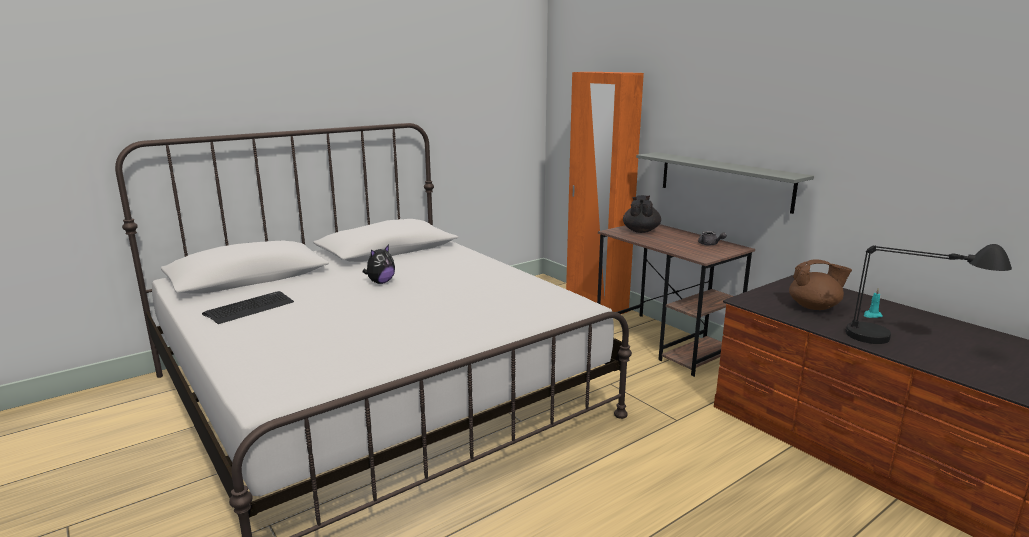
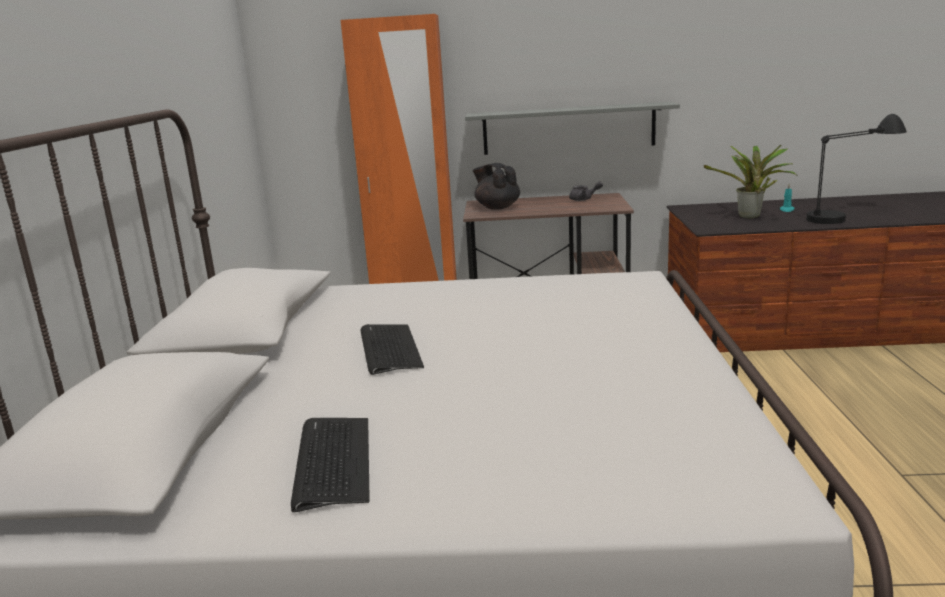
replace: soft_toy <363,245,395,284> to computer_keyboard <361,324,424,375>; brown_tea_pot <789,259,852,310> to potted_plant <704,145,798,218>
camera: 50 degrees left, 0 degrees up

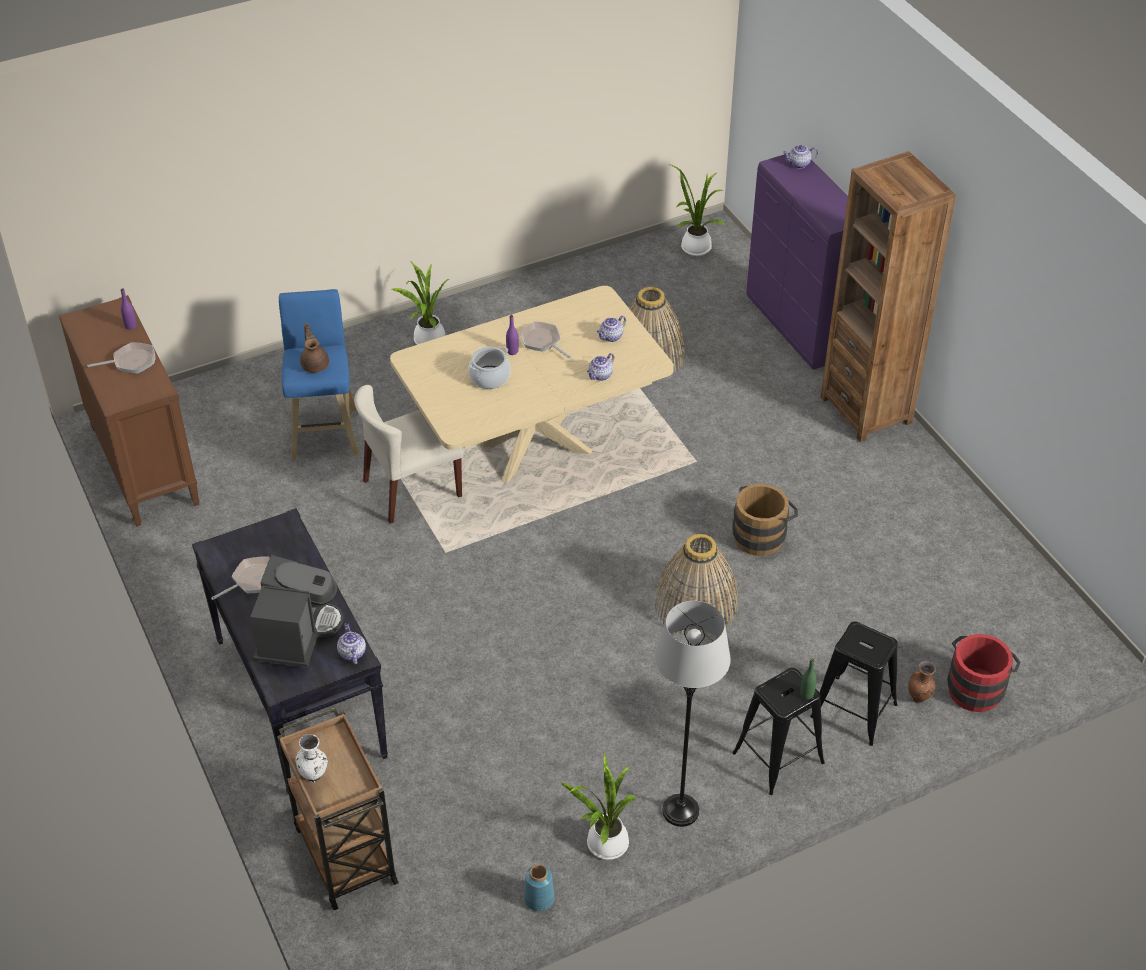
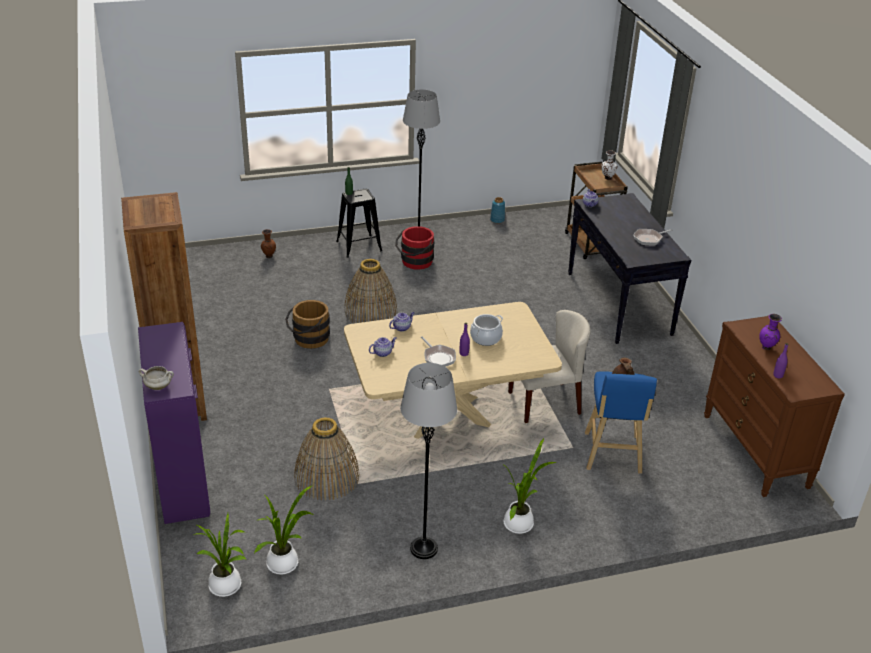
delete: coffee_brewer <250,555,343,668>; blackish_stool <810,622,898,746>
insert: greyish_standing_lamp <400,363,457,559>
move: potted_plant <560,752,635,860> to <254,485,314,575>; red_bucket <947,634,1021,712> to <395,226,434,269>
replace: tea_pot <783,145,818,169> to whitish_stockpot <139,366,174,390>; frying_pan <87,342,155,373> to purple-coloured_vase <759,314,782,350>
camera: 170 degrees left, 10 degrees down

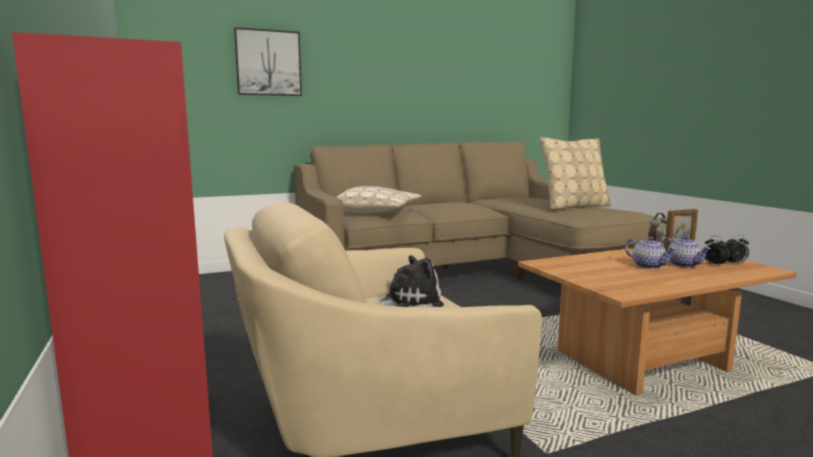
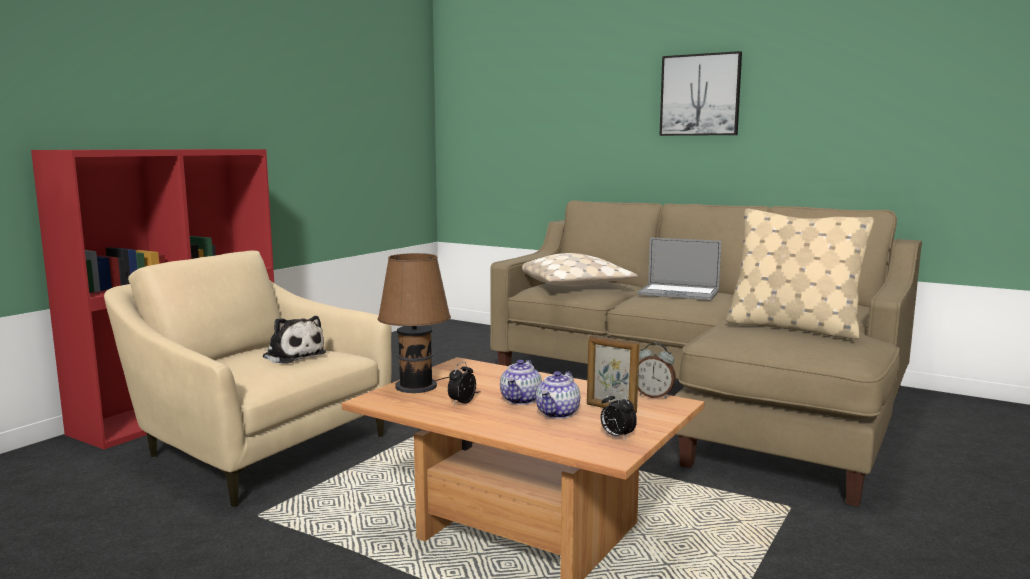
insert: brown_table_lamp <377,253,481,393>; laptop <637,238,721,300>
move: bedside_clock <705,236,730,266> to <448,362,476,406>; picture <234,27,302,96> to <659,51,742,136>
camera: 55 degrees right, 0 degrees up

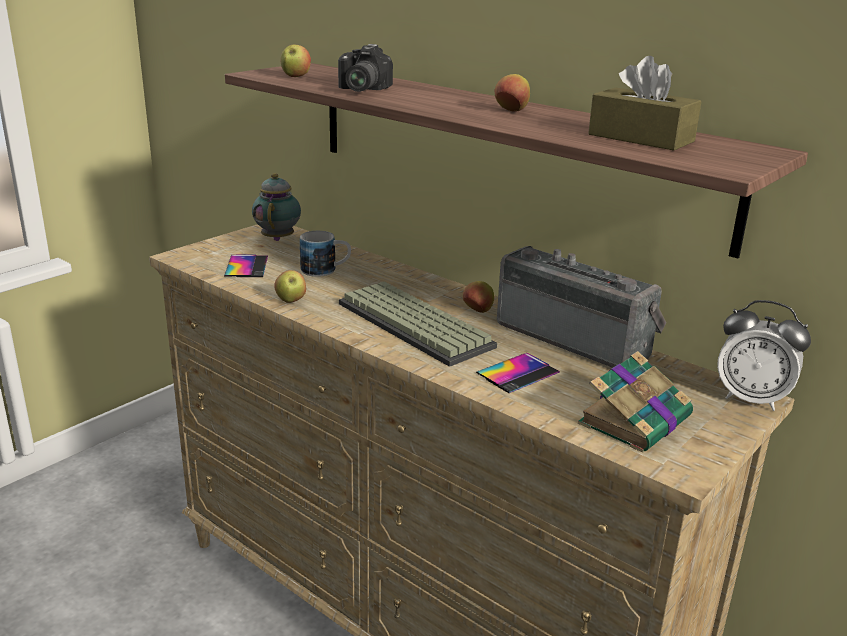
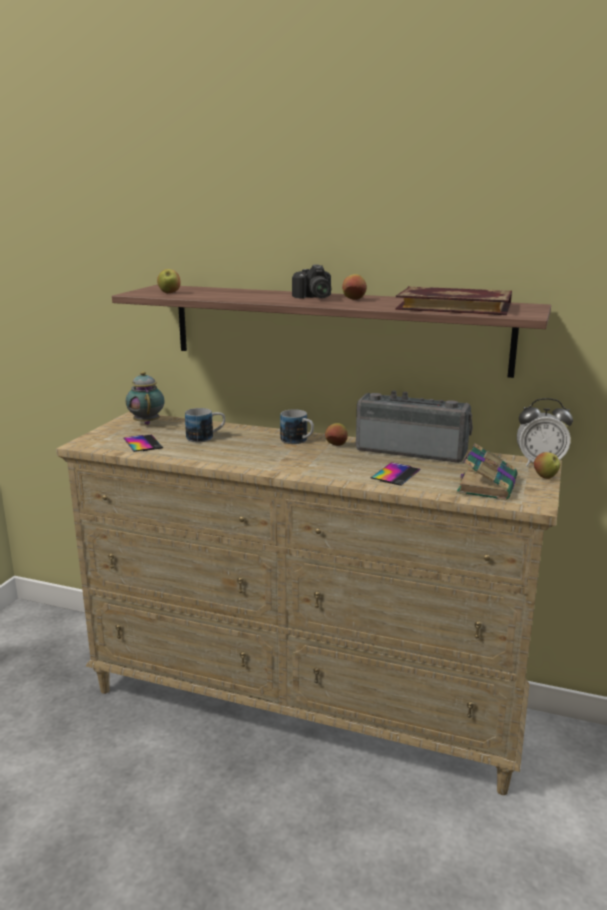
delete: computer_keyboard <339,282,497,367>
insert: mug <280,409,314,444>
move: still_camera <338,44,393,92> to <292,265,331,298>; apple_fruit <274,270,306,303> to <534,452,560,479>
replace: brown_tissue_box <588,56,702,151> to volume <395,286,512,315>
camera: 20 degrees left, 5 degrees down

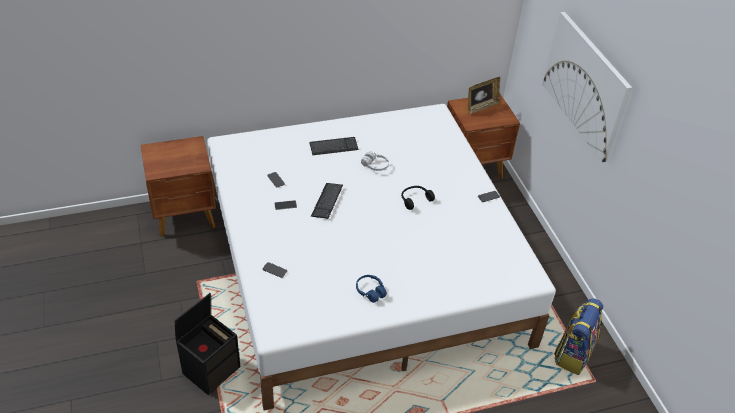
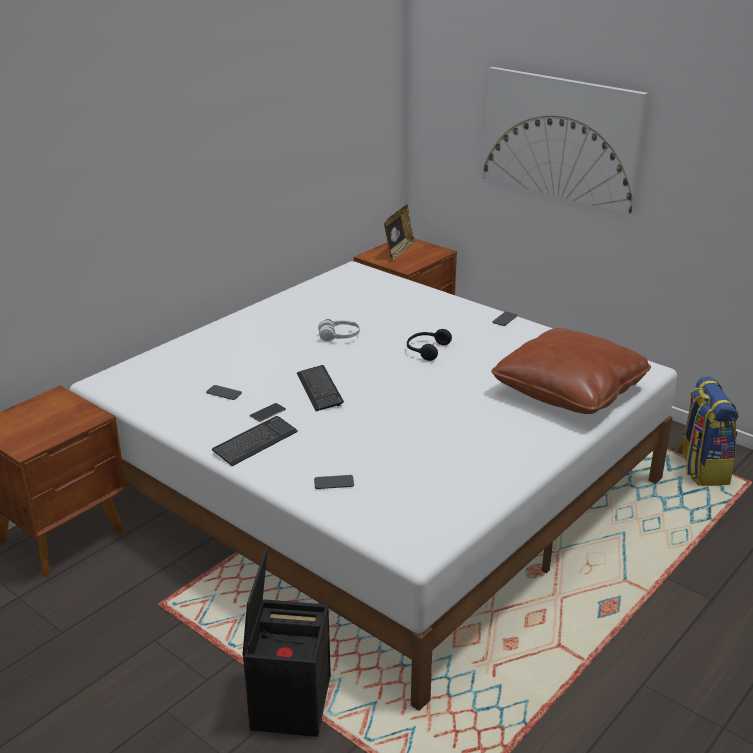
delete: bluish_headset <356,275,387,303>
insert: brown_cushion <491,328,651,414>
move: computer_keyboard <309,137,359,155> to <212,416,298,466>
camera: 30 degrees left, 15 degrees down

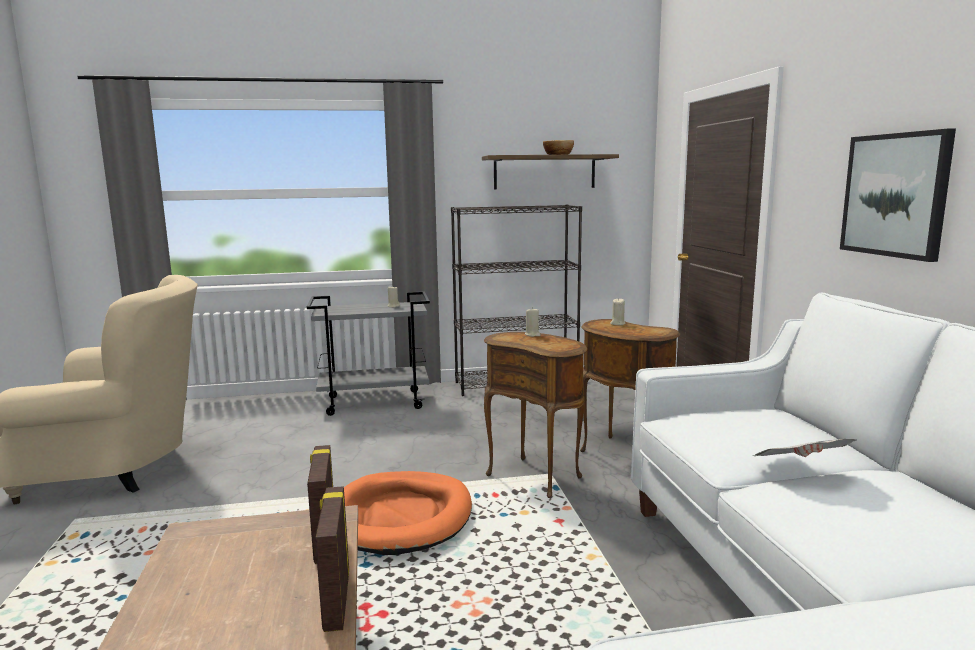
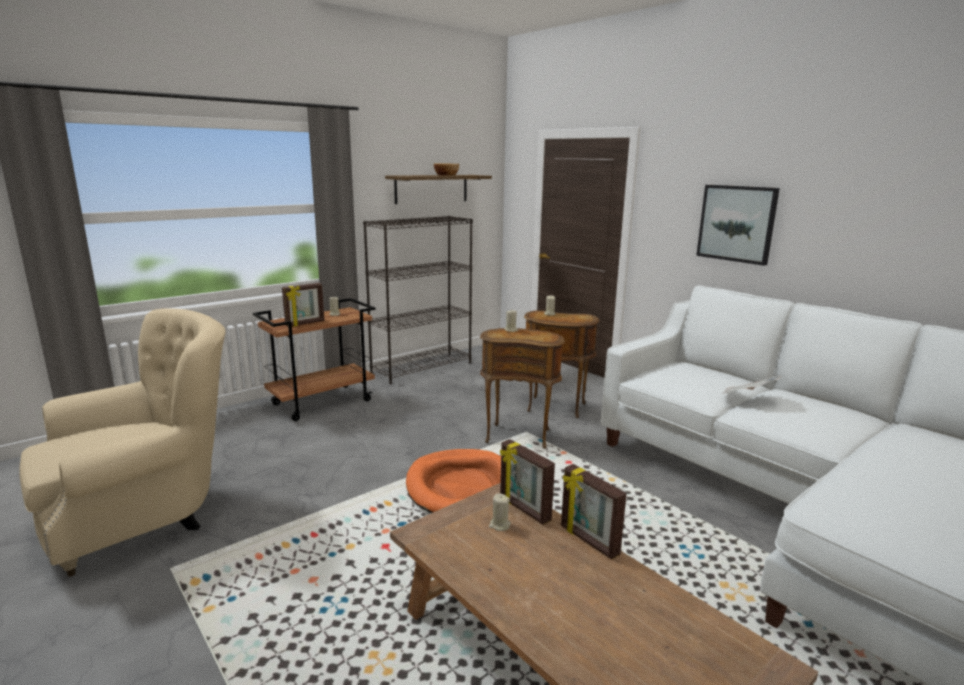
insert: standing_frame <282,283,324,327>; beige_candle <489,493,511,531>
recolor: greyish_wheeled_cart <307,291,430,416> to brown_wheeled_cart <253,298,376,421>
camera: 30 degrees left, 5 degrees up

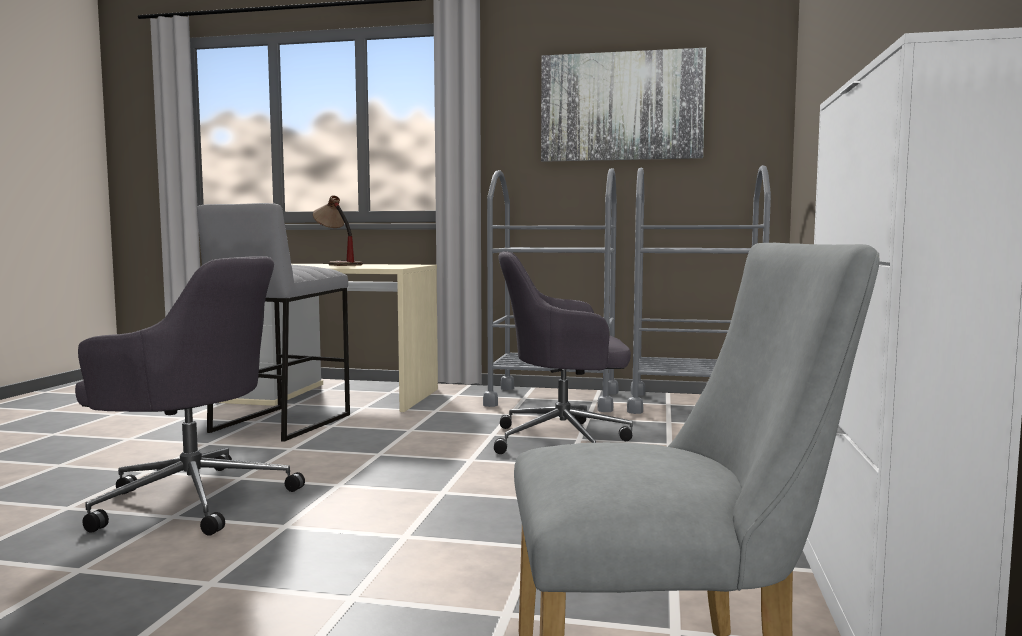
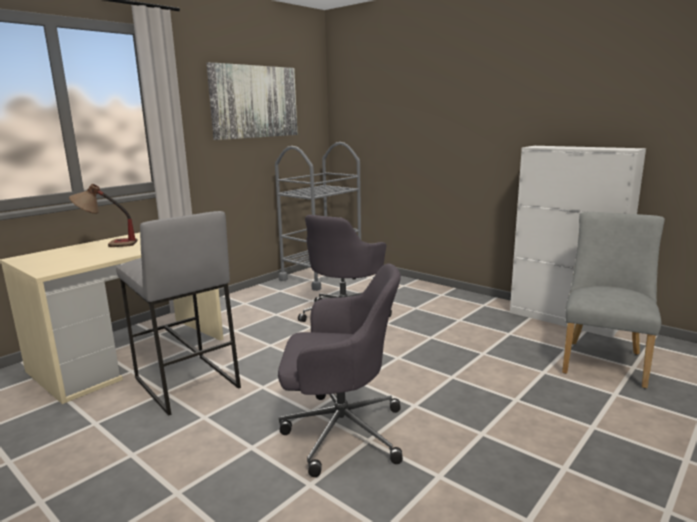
delete: greyish_wheeled_cart <483,168,618,412>
rotate: greyish_computer_chair <75,256,305,536> = <278,263,403,477> 45 degrees clockwise
camera: 60 degrees left, 10 degrees up

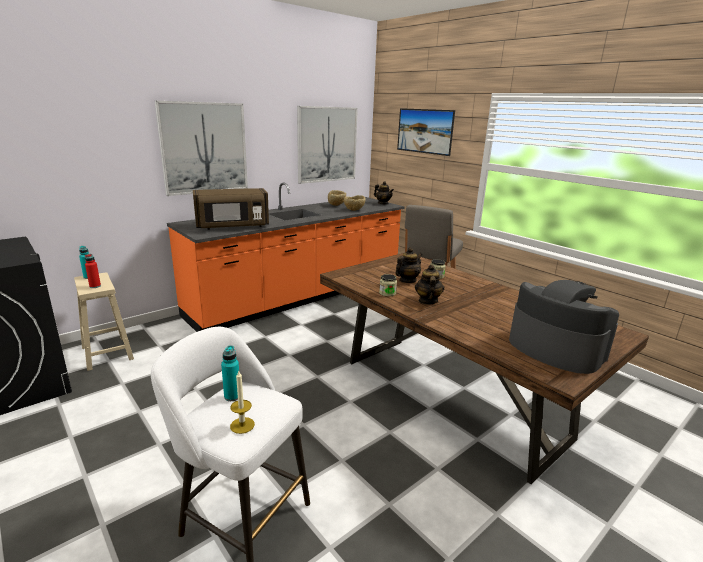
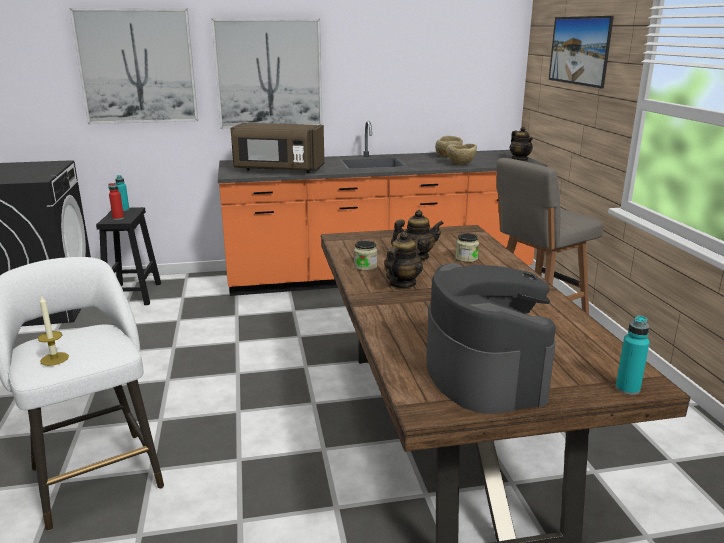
move: picture <297,106,358,184> to <69,8,198,124>; turquoise_drink_bottle <221,345,239,401> to <616,315,650,395>
recolor: beige_stool <74,272,134,371> to blackish_stool <96,207,161,305>
camera: 30 degrees right, 0 degrees up

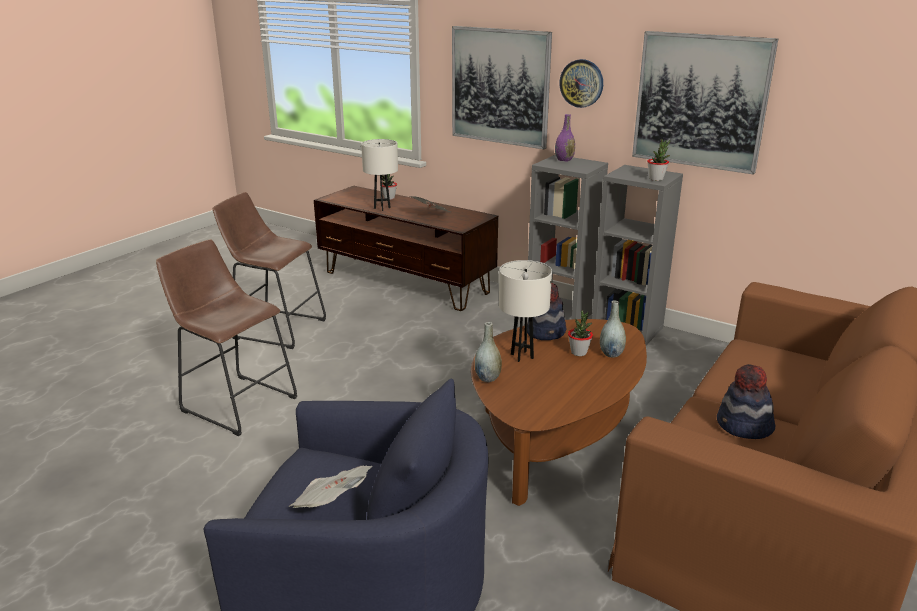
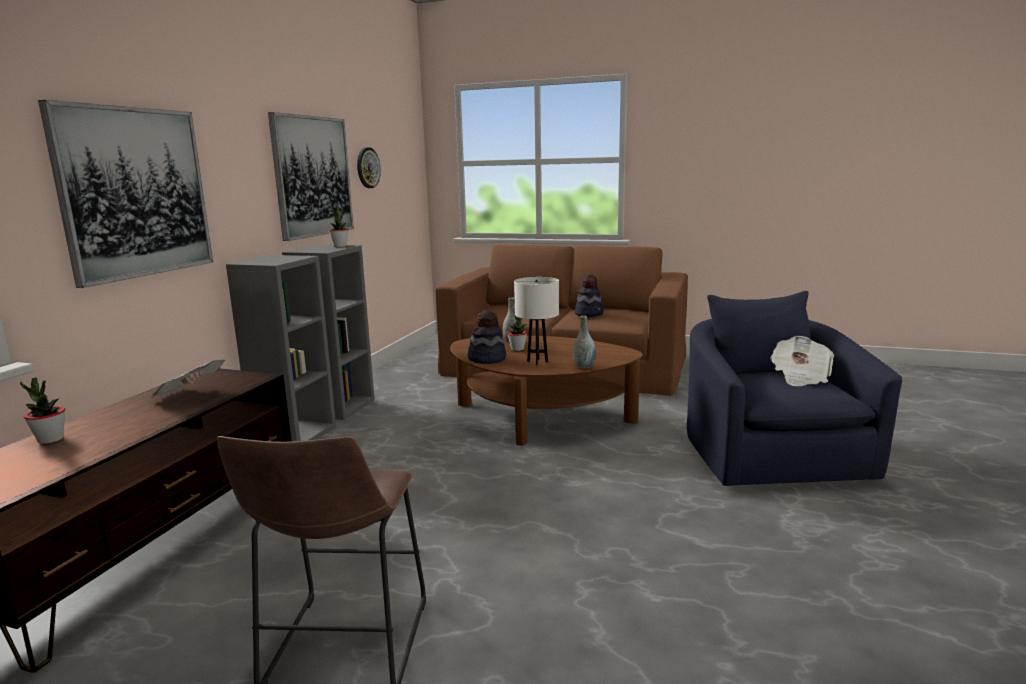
delete: brown_stool <156,239,297,436>; whitish_table_lamp <361,139,398,211>; purple-coloured_vase <555,114,575,162>
move: clock_on_the_wall <559,59,603,108> to <357,147,381,188>
camera: 105 degrees left, 10 degrees down

